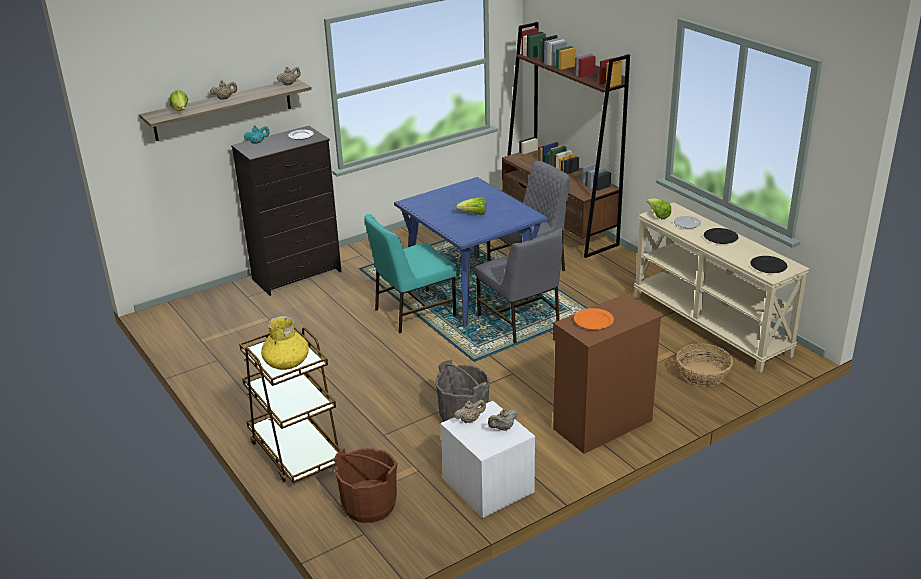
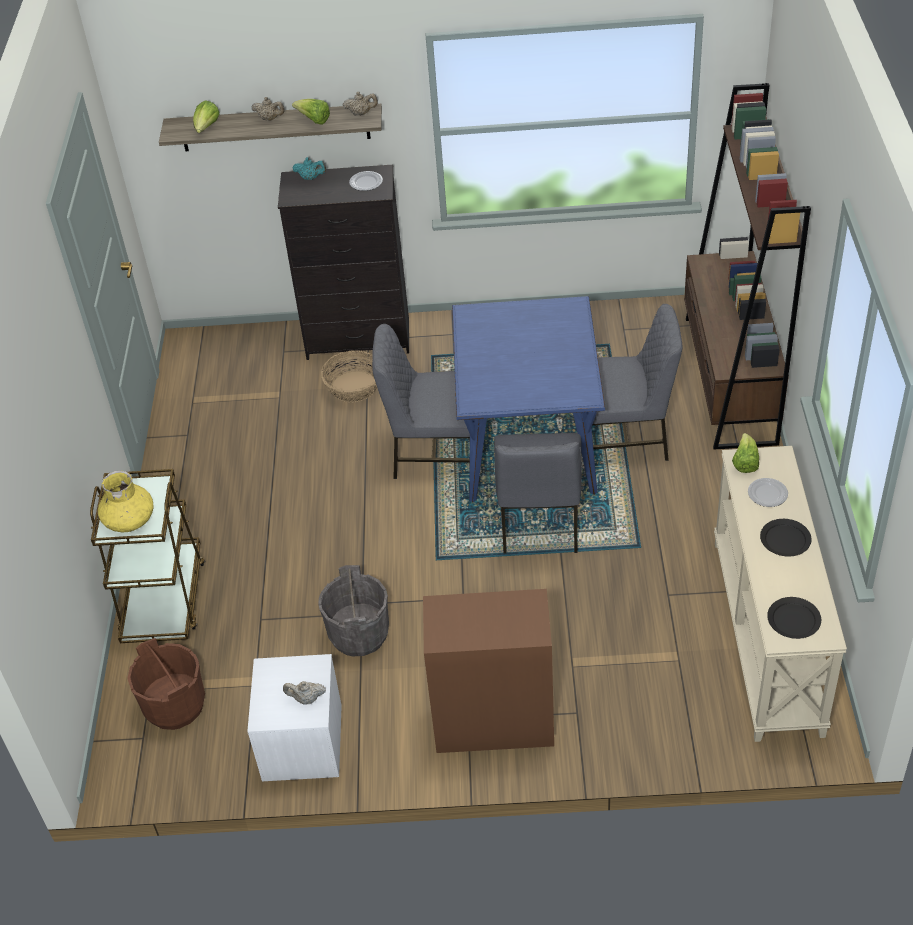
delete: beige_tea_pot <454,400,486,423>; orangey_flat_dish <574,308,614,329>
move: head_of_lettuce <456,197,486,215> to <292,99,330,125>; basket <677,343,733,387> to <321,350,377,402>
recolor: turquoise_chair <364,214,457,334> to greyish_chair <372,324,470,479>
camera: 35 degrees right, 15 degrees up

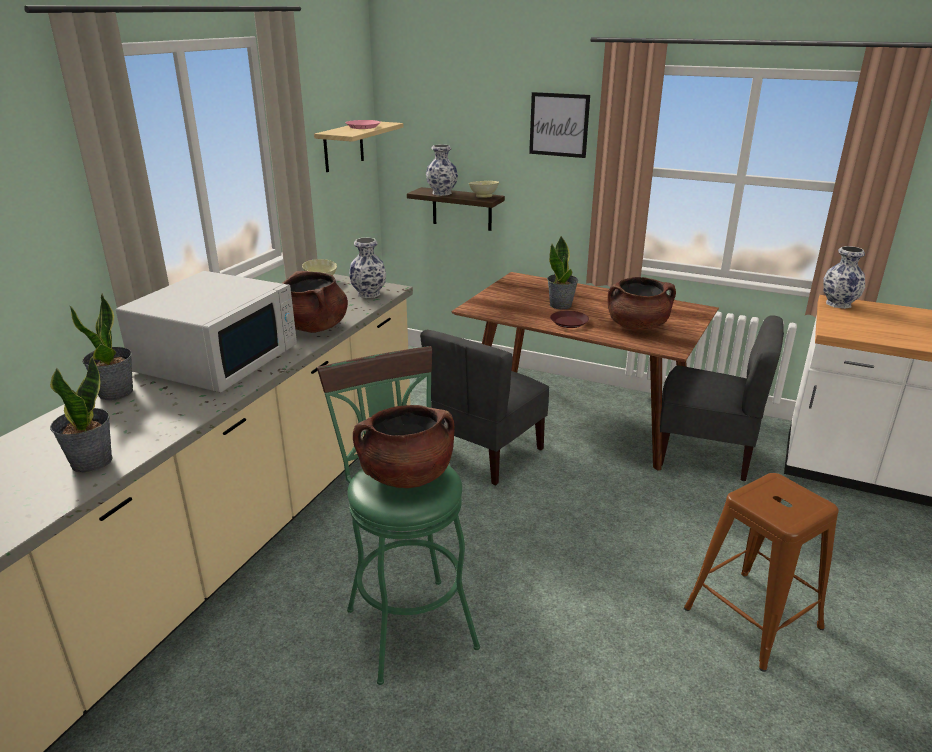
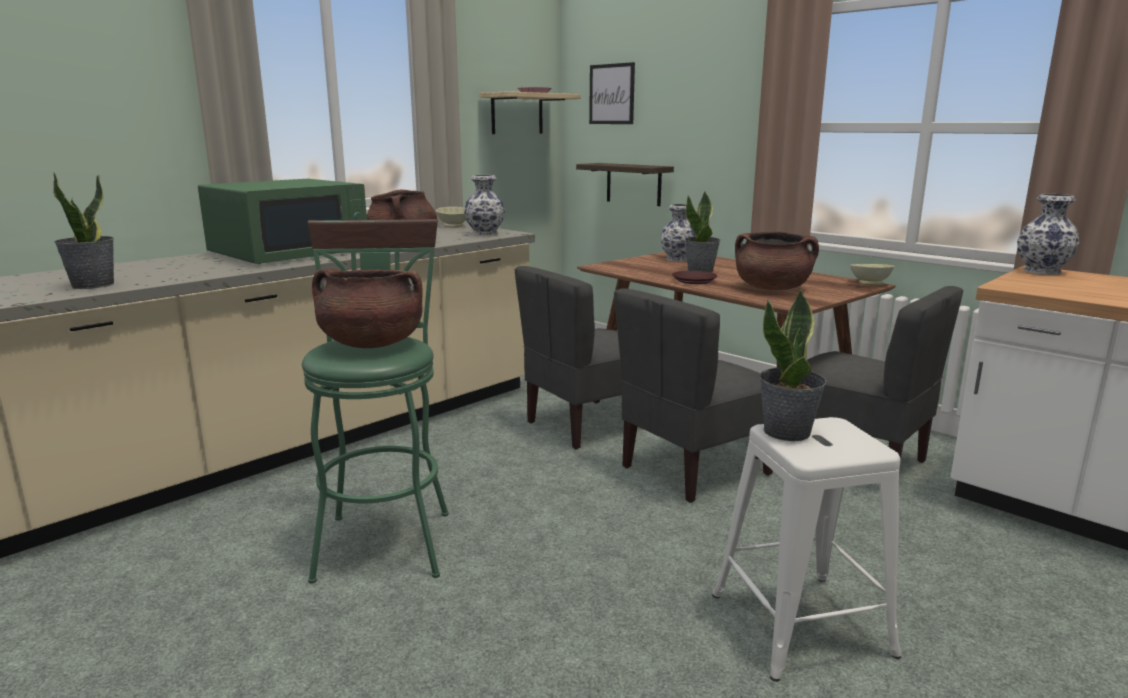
insert: greyish_chair <614,288,773,503>
move: picture <529,92,590,158> to <589,62,635,124>; vase <426,144,458,196> to <661,204,696,261>; potted_plant <70,294,133,400> to <759,290,827,441>; beige_bowl <469,181,499,198> to <850,264,895,285>
recolor: whitish_microwave_oven <116,271,297,392> to green-coloured_microwave_oven <198,179,367,264>; brown_stool <684,473,839,672> to whitish_stool <712,417,901,682>
camera: 20 degrees right, 10 degrees down

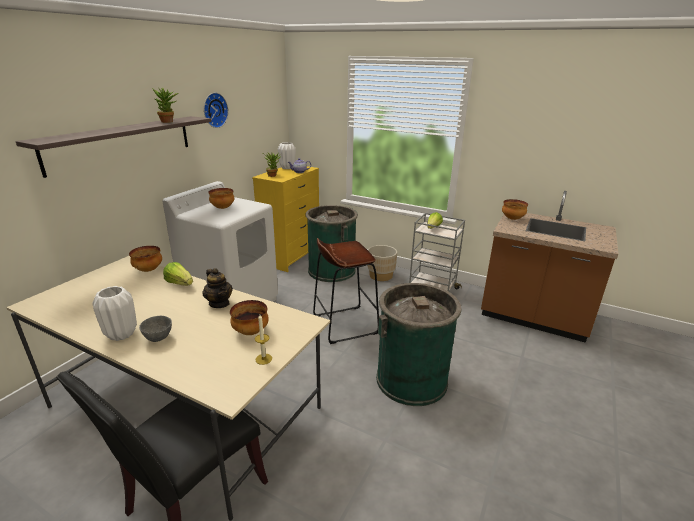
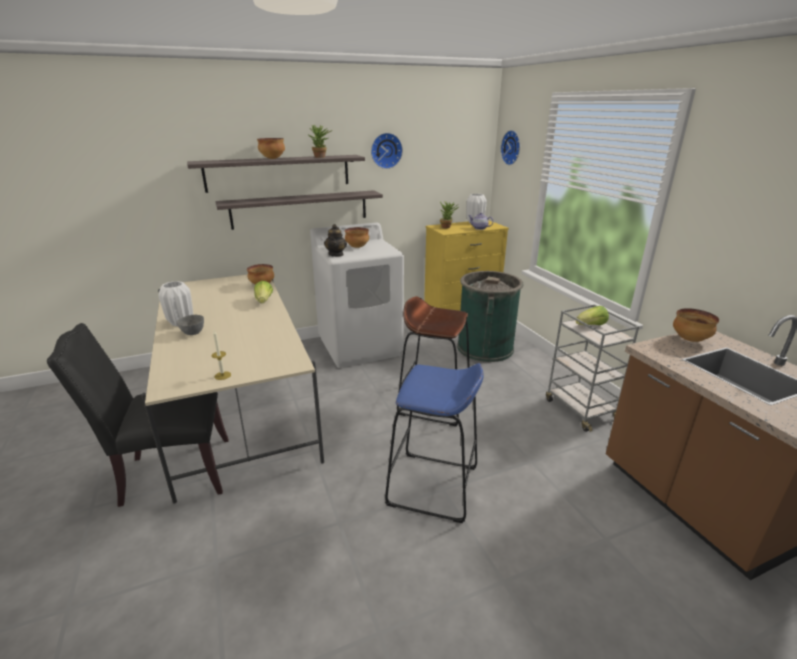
delete: beige_planter <367,245,397,281>
insert: wall_shelf <215,190,383,230>; clock_on_the_wall <501,130,520,165>
move: bowl <230,300,269,335> to <257,138,285,159>; tea_pot <202,268,233,308> to <324,224,347,257>
replace: green-coloured_trash_can <376,283,462,406> to bluish_stool <385,363,484,523>
camera: 40 degrees right, 0 degrees up

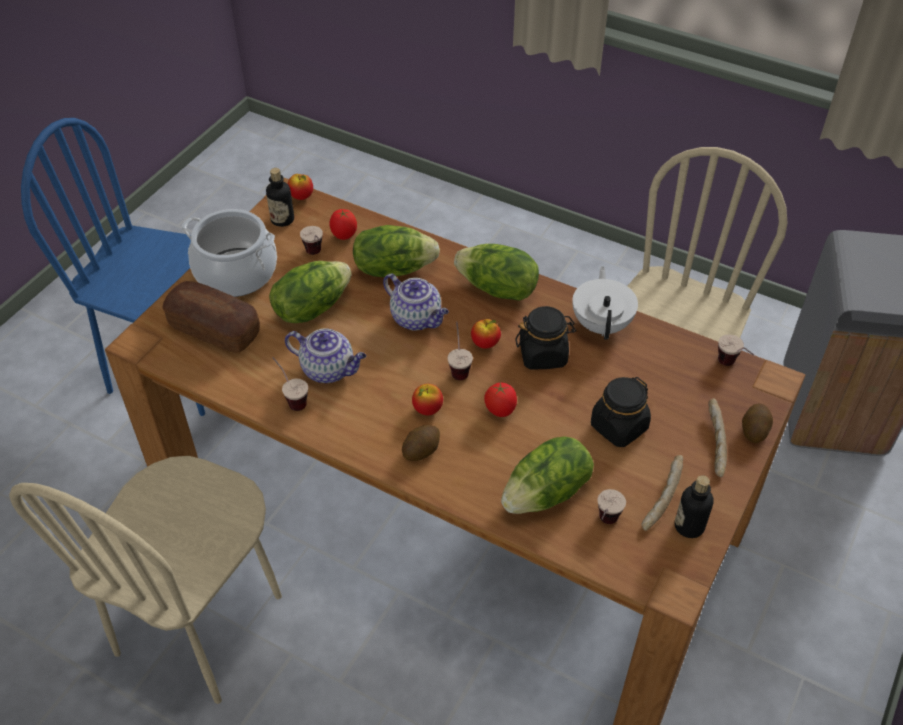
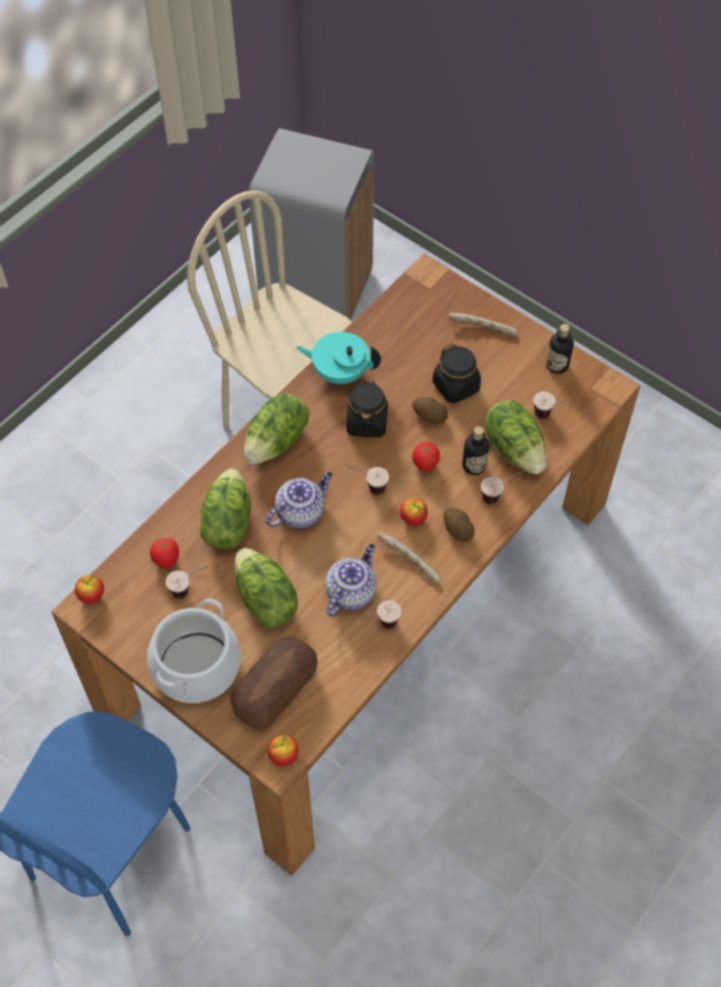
delete: beige_chair <9,456,282,704>
move: apple_fruit <471,319,501,349> to <267,734,298,766>; baked_bread <641,455,683,531> to <378,532,441,583>; whole_potato <742,403,773,443> to <412,397,448,424>; drink_bottle <266,168,294,227> to <462,426,489,475>; small_cup <718,334,754,366> to <481,471,523,504>
recolor: whitish_tea_pot <572,266,638,340> to turquoise_tea_pot <296,332,381,384>
camera: 80 degrees left, 10 degrees up

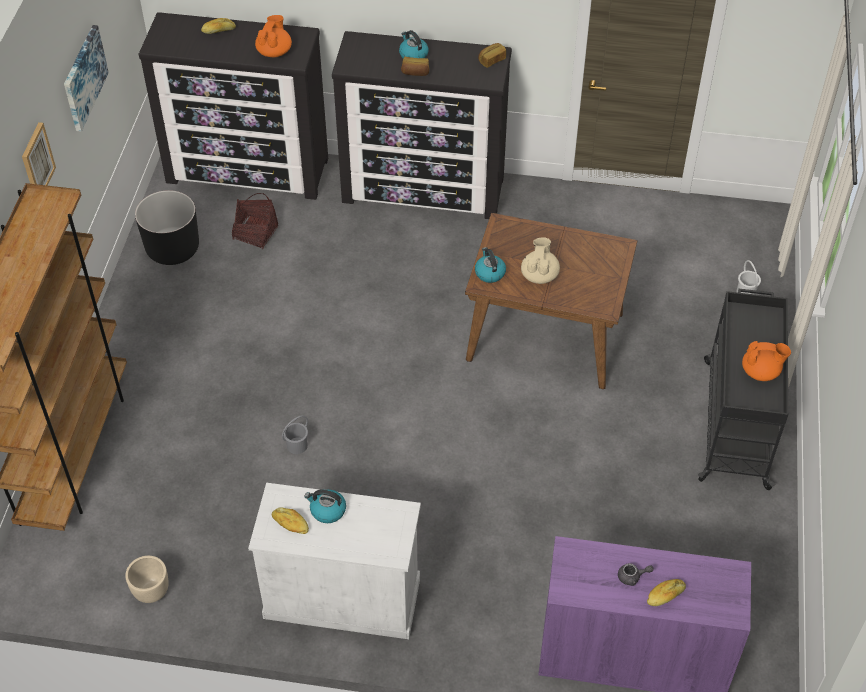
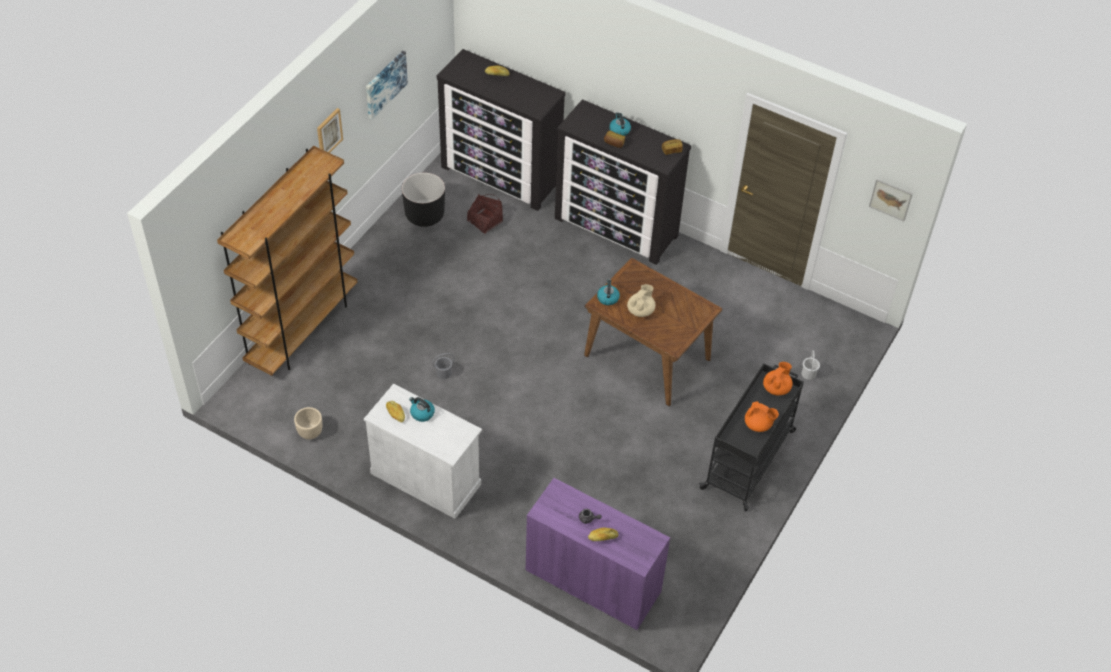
insert: picture <869,179,913,221>
move: orangey_tea_pot <255,15,292,58> to <763,362,792,395>
camera: 20 degrees right, 0 degrees up

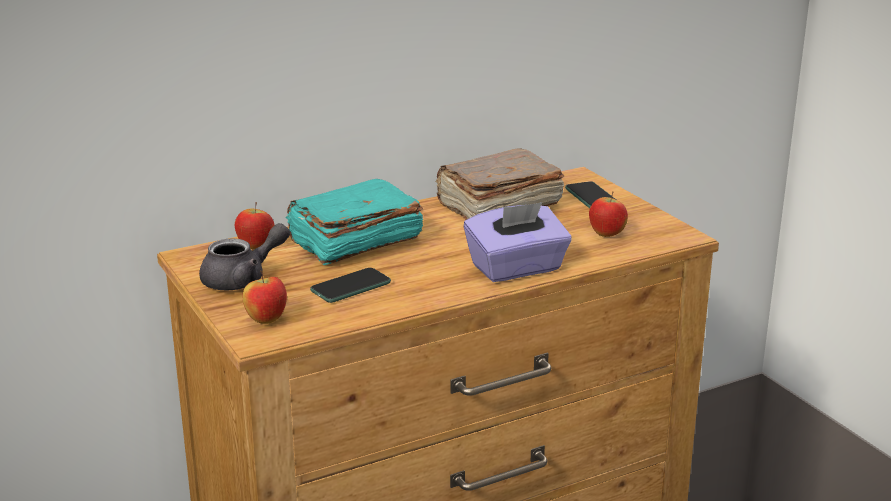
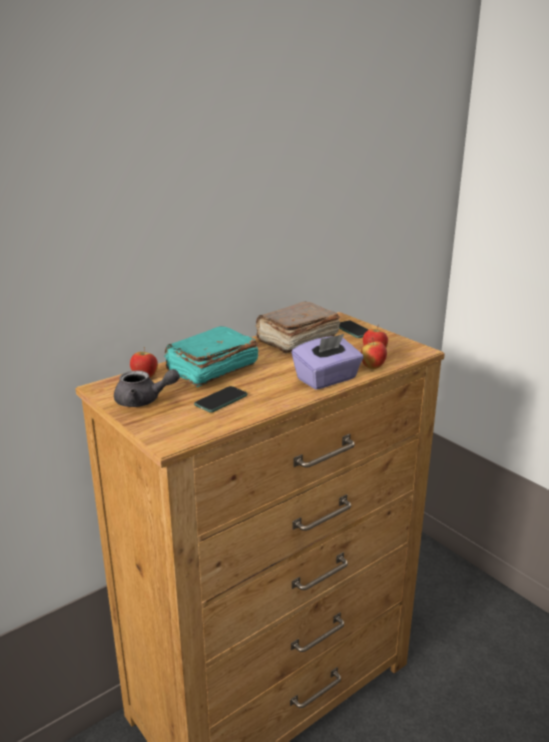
move: apple_fruit <243,271,287,324> to <361,338,387,369>
rotate: greyish_tea_pot <199,223,290,290> = <114,369,180,407> 45 degrees clockwise
camera: 10 degrees left, 0 degrees up

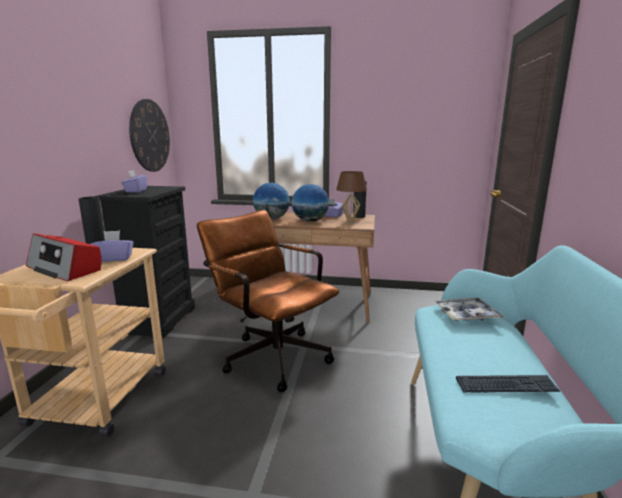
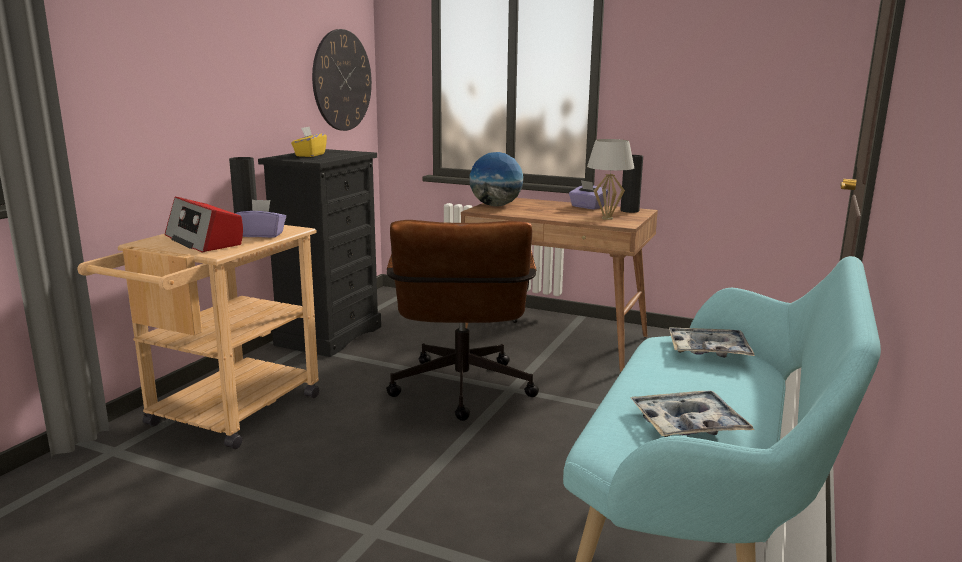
delete: desk_globe <292,184,329,222>
replace: computer_keyboard <456,375,560,393> to carrying_tray <631,391,754,437>
recolor: purple-coloured_tissue_box <121,170,147,192> to yellow_tissue_box <291,127,327,157>; brown_table_lamp <336,171,367,224> to whitish_table_lamp <587,139,634,220>
rotate: brown_computer_chair <197,210,340,392> = <386,220,539,421> 150 degrees counterclockwise
camera: 15 degrees right, 0 degrees up

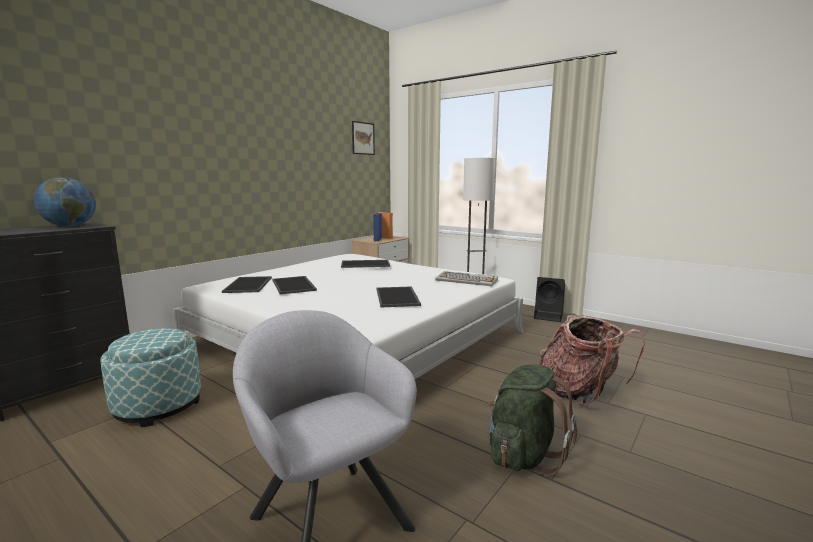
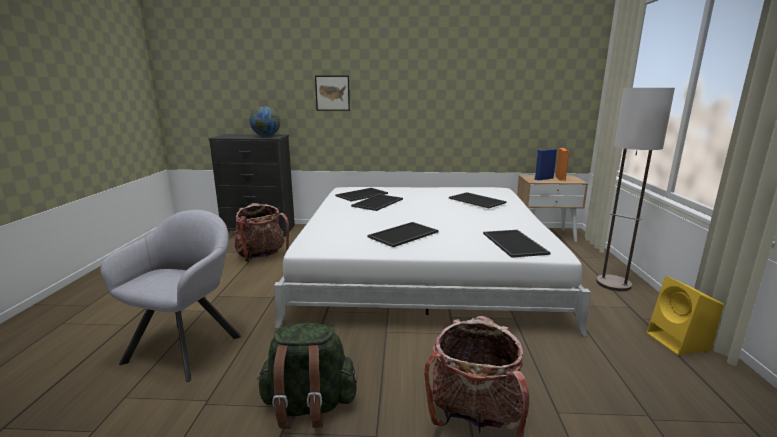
move: picture <352,121,375,155> to <315,76,350,111>
replace: footrest <100,328,201,427> to rucksack <234,203,289,262>; computer_keyboard <435,271,498,286> to carrying_tray <483,230,551,258>
recolor: blackish_loudspeaker <534,277,565,322> to yellow_loudspeaker <647,276,724,355>
camera: 55 degrees right, 5 degrees up

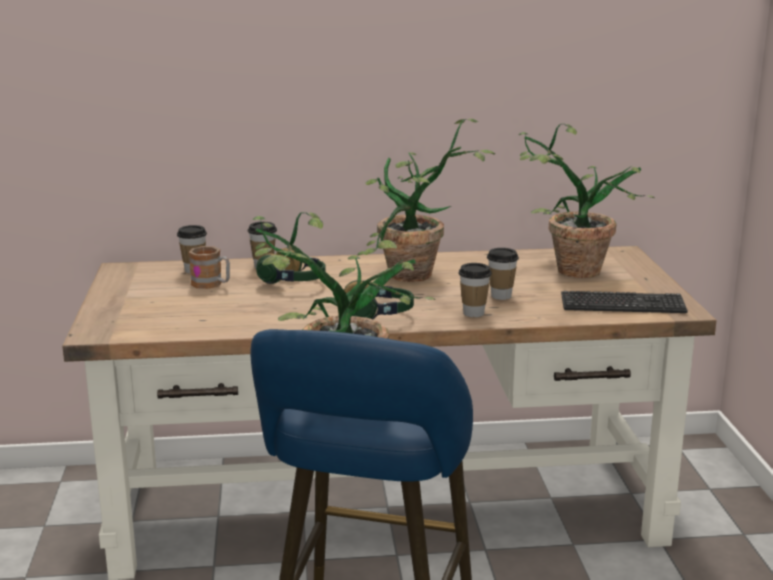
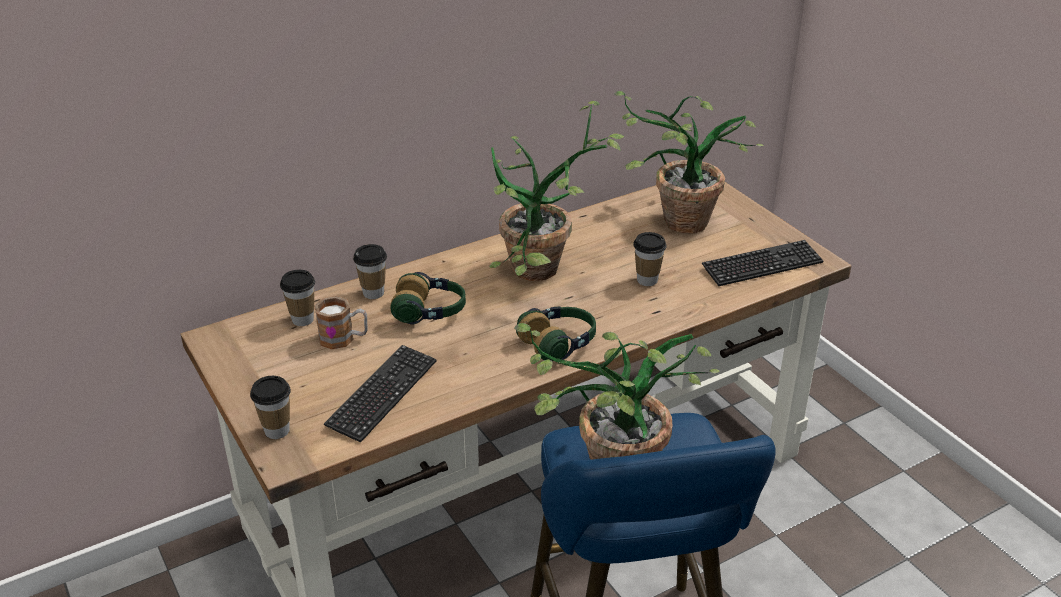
insert: computer_keyboard <324,345,437,443>
move: small_cup <458,263,492,317> to <250,376,291,439>
camera: 25 degrees left, 15 degrees up

